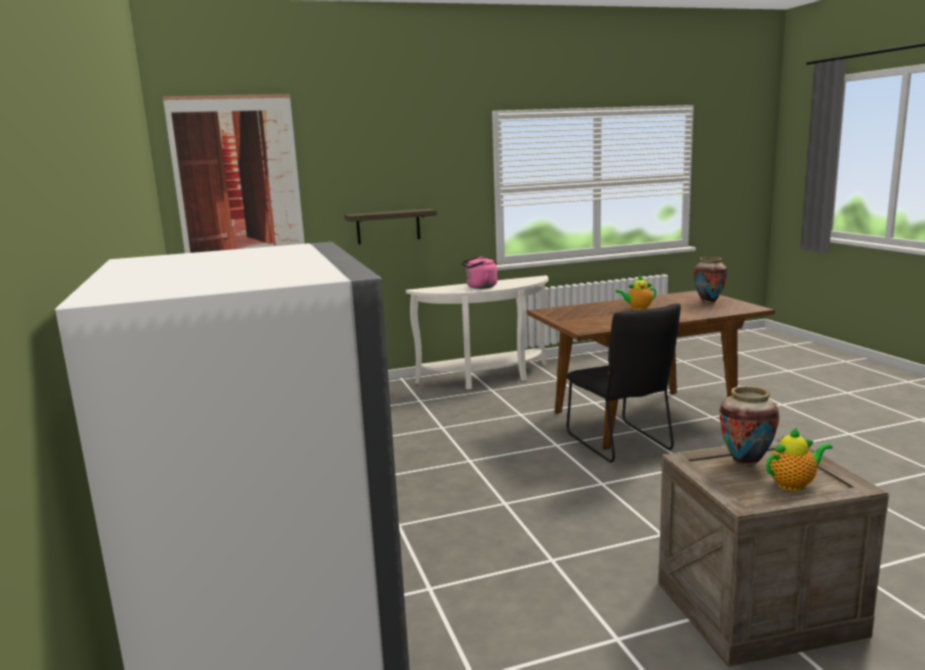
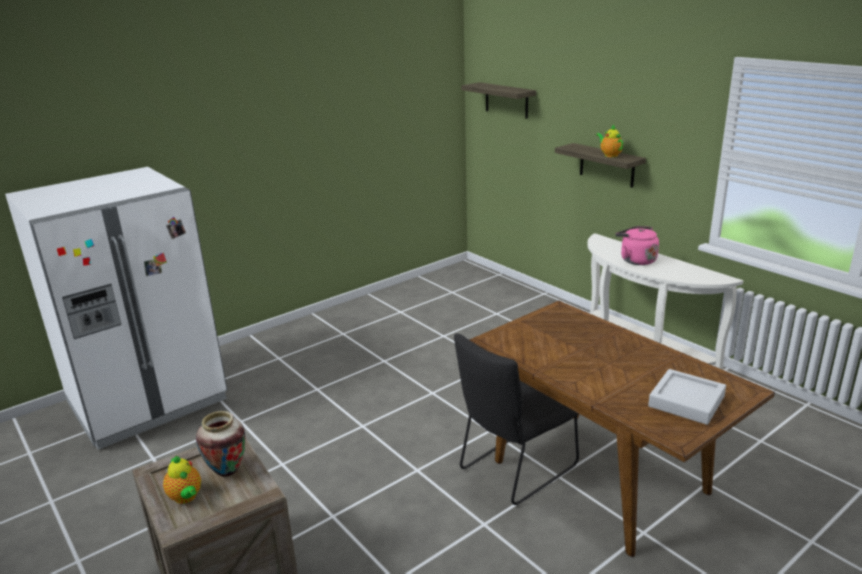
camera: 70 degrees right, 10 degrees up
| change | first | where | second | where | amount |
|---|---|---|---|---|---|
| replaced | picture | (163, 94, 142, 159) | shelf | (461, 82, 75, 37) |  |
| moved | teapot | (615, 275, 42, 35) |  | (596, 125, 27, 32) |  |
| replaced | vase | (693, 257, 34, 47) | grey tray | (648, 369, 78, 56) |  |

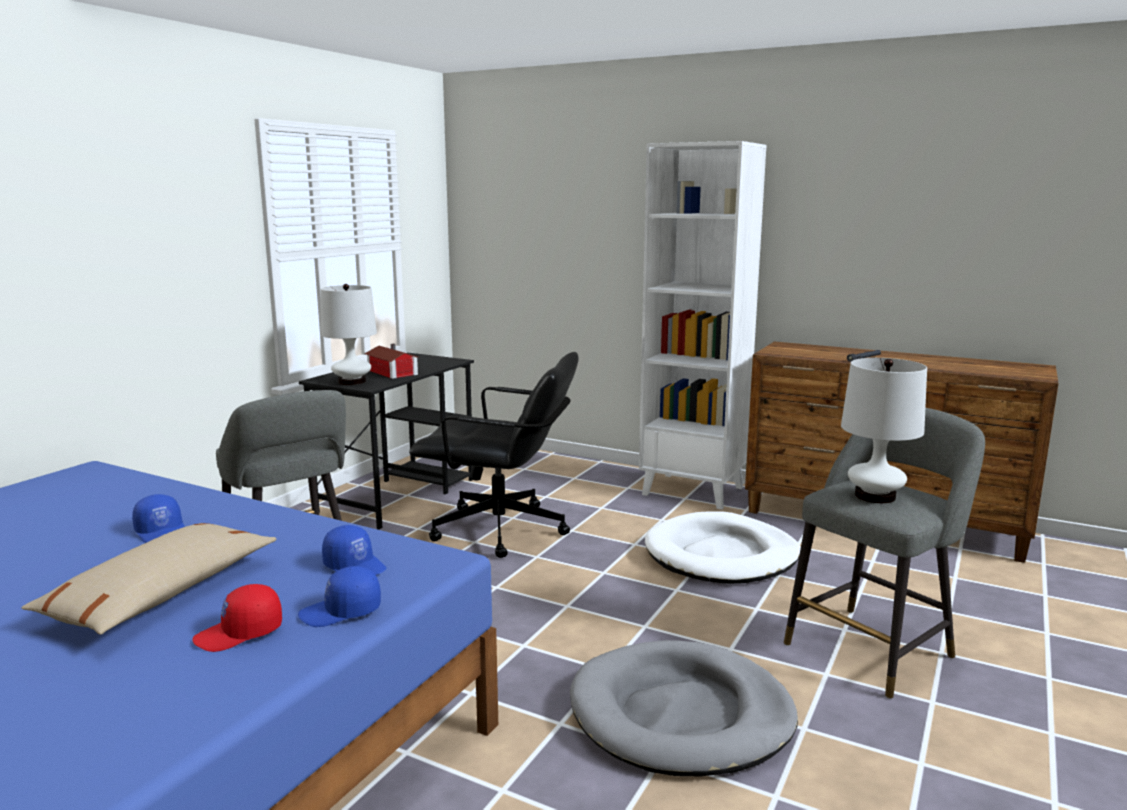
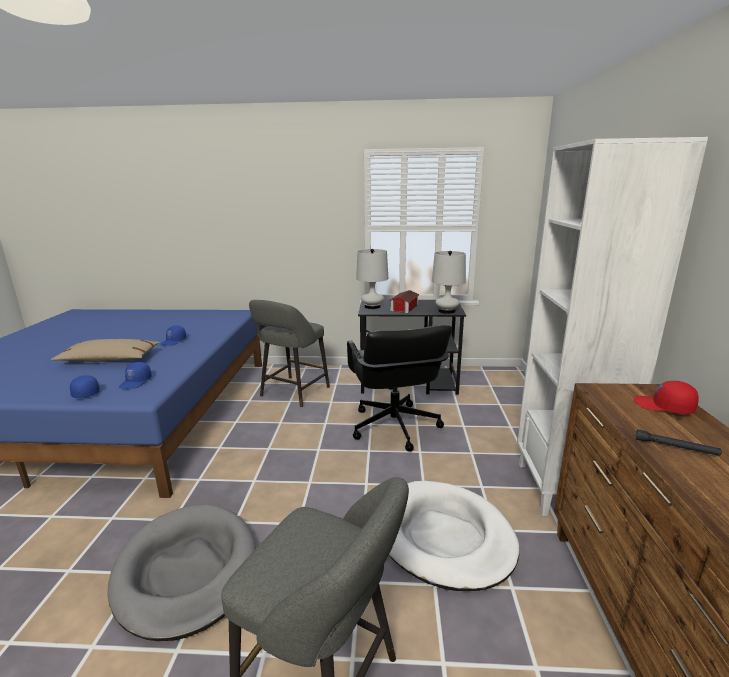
camera: 65 degrees right, 5 degrees up
| change | first | where | second | where | amount |
|---|---|---|---|---|---|
| moved | white table lamp | (841, 358, 86, 145) |  | (432, 251, 34, 63) |  |
| moved | red cap | (192, 584, 90, 68) |  | (634, 381, 65, 33) |  |

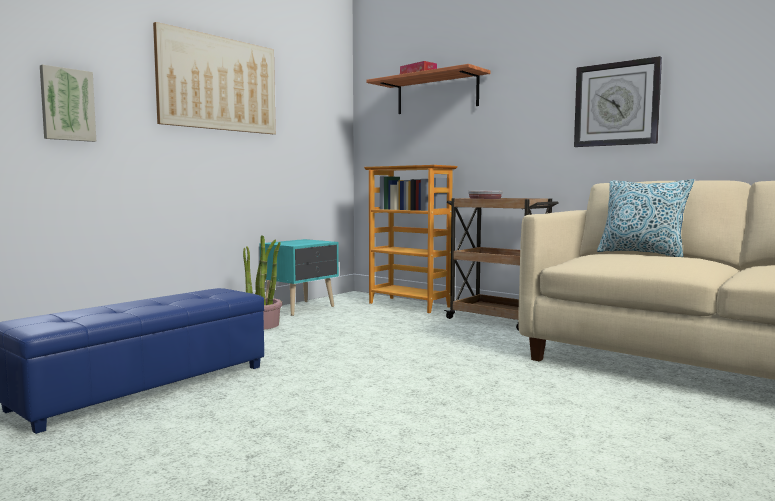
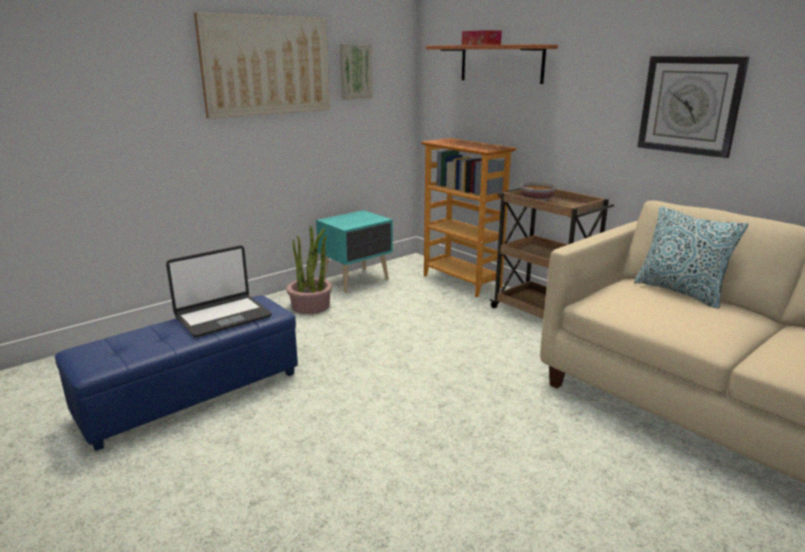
camera: 10 degrees right, 15 degrees up
| change | first | where | second | where | amount |
|---|---|---|---|---|---|
| added |  |  | laptop | (166, 246, 106, 91) |  |
| moved | picture | (40, 64, 56, 78) |  | (340, 44, 33, 56) |  |

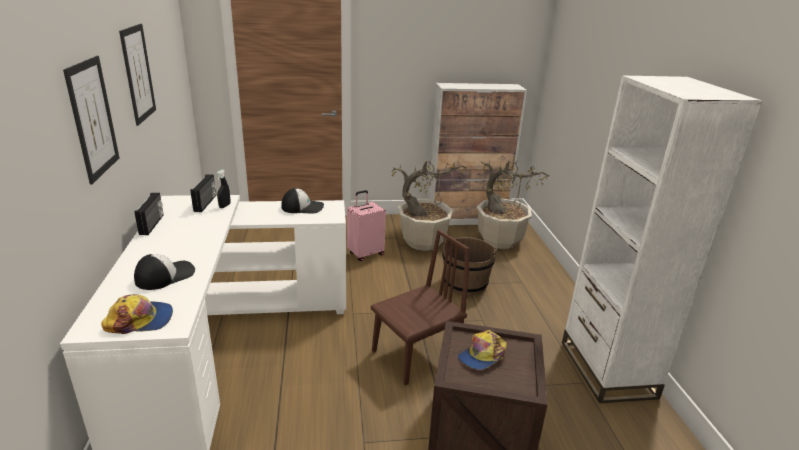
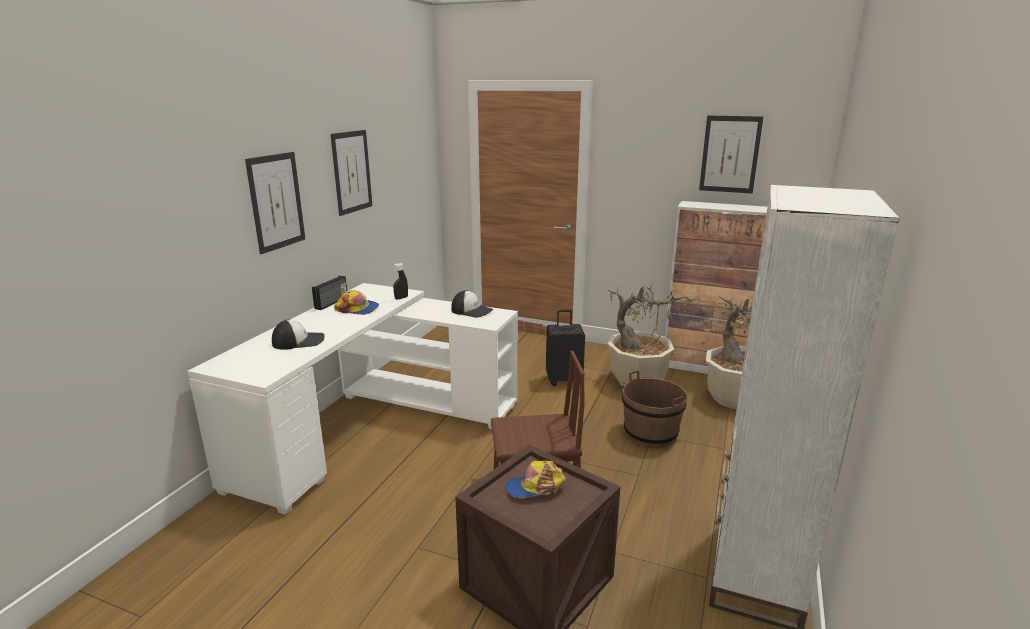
camera: 30 degrees right, 5 degrees down
| change | first | where | second | where | amount |
|---|---|---|---|---|---|
| moved | cap | (101, 294, 72, 40) |  | (334, 290, 45, 25) |  |
| recoloured | pink suitcase | (347, 190, 39, 71) | black suitcase | (546, 309, 39, 77) |  |
| added |  |  | picture | (699, 116, 64, 77) |  |
| removed | radio | (190, 174, 26, 38) |  |  |  |

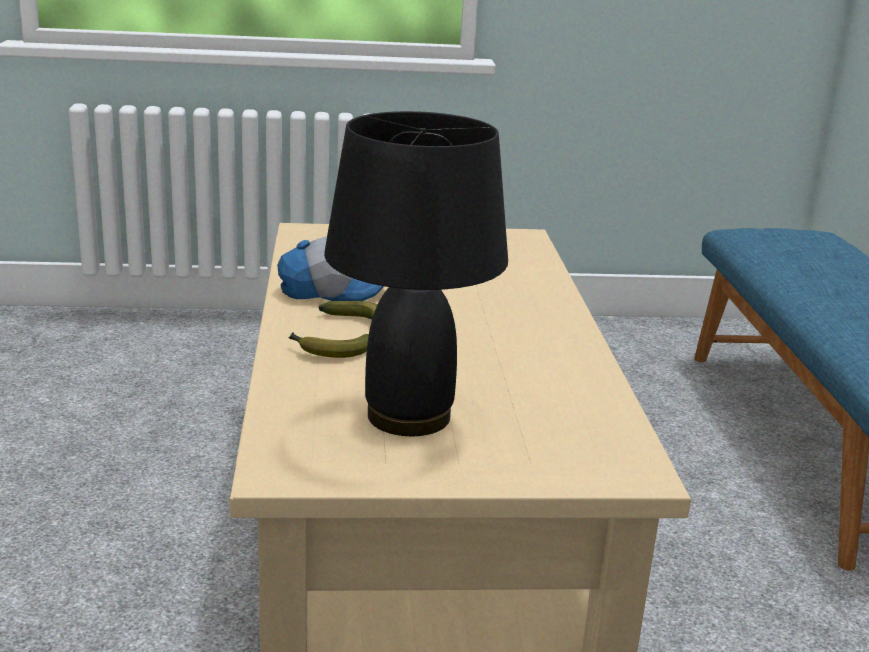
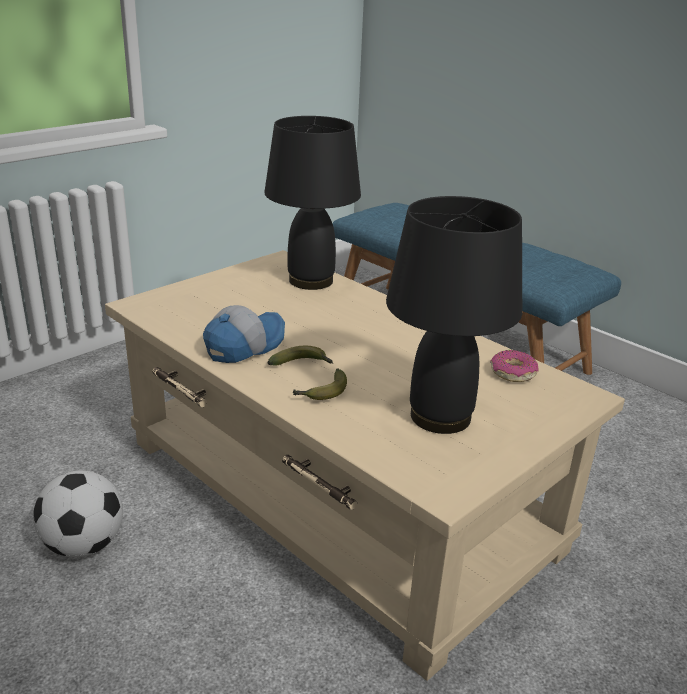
camera: 40 degrees left, 5 degrees up
| change | first | where | second | where | amount |
|---|---|---|---|---|---|
| added |  |  | football | (33, 470, 90, 87) |  |
| added |  |  | black table lamp | (264, 116, 97, 174) |  |
| added |  |  | donut | (490, 350, 49, 32) |  |

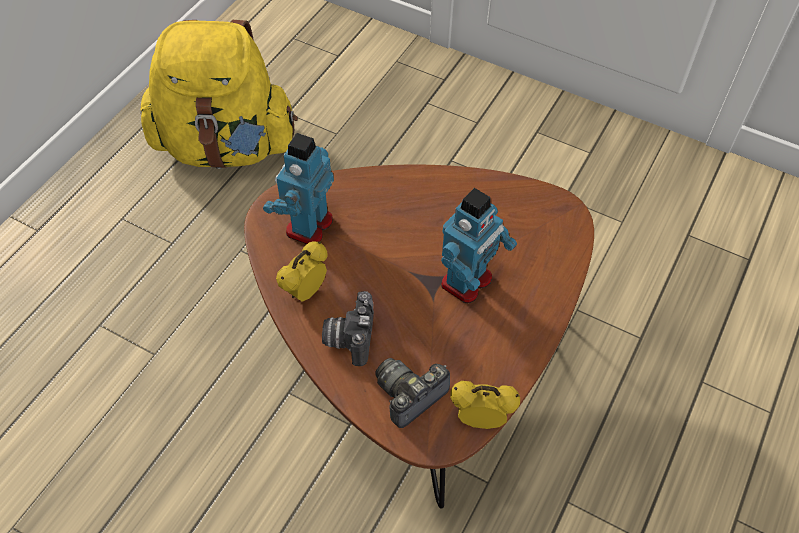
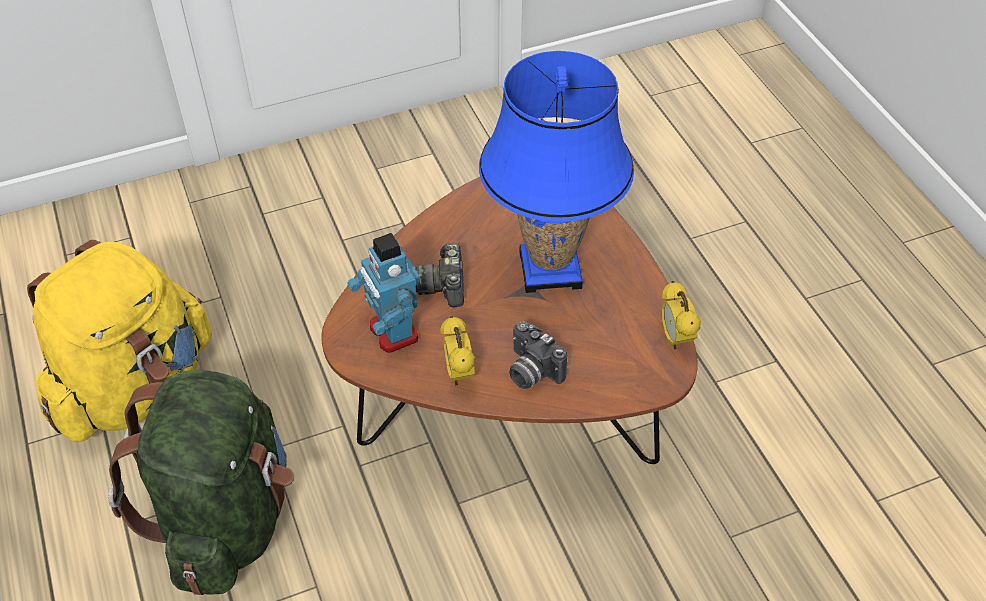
camera: 50 degrees left, 5 degrees down
| change | first | where | second | where | amount |
|---|---|---|---|---|---|
| added |  |  | green backpack | (108, 370, 186, 225) |  |
| moved | photo camera | (375, 358, 75, 70) |  | (415, 243, 49, 64) |  |
| replaced | toy robot | (441, 188, 76, 115) | blue table lamp | (479, 51, 155, 242) |  |
| turned | alarm clock | (450, 381, 70, 48) |  | (661, 281, 40, 69) | 60 degrees counterclockwise |

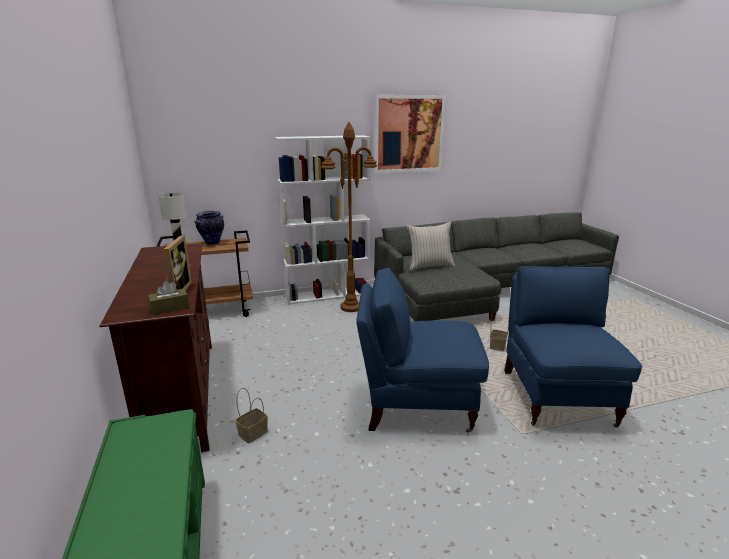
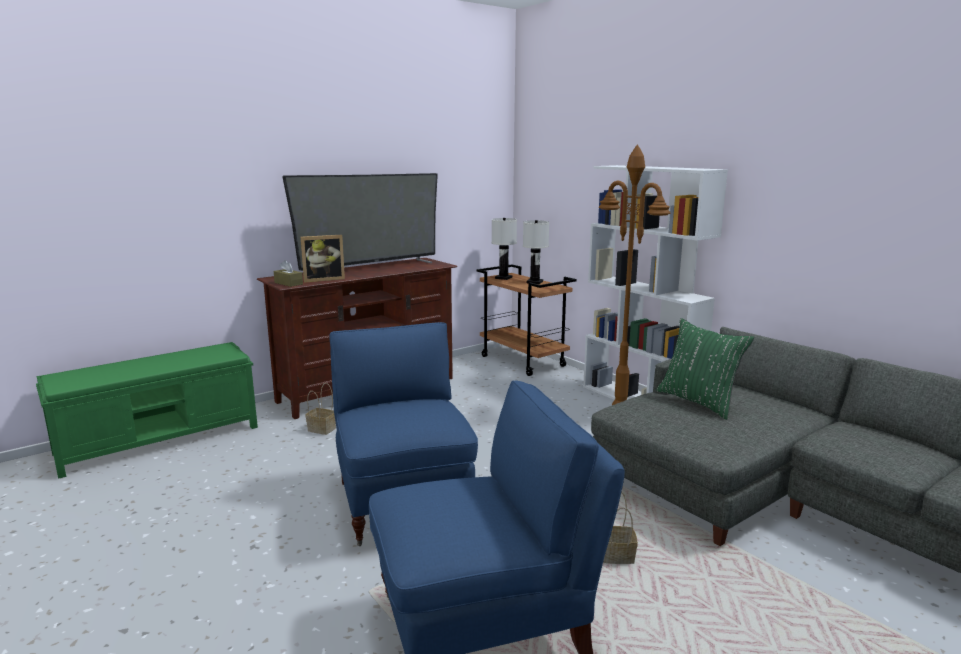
camera: 70 degrees right, 5 degrees down
| change | first | where | second | where | amount |
|---|---|---|---|---|---|
| added |  |  | television | (282, 173, 156, 98) |  |
| replaced | vase | (194, 211, 30, 34) | white table lamp | (523, 220, 26, 64) |  |
| recoloured | beige pillow | (407, 222, 48, 49) | green pillow | (656, 318, 98, 102) |  |
| removed | picture | (374, 95, 72, 78) |  |  |  |

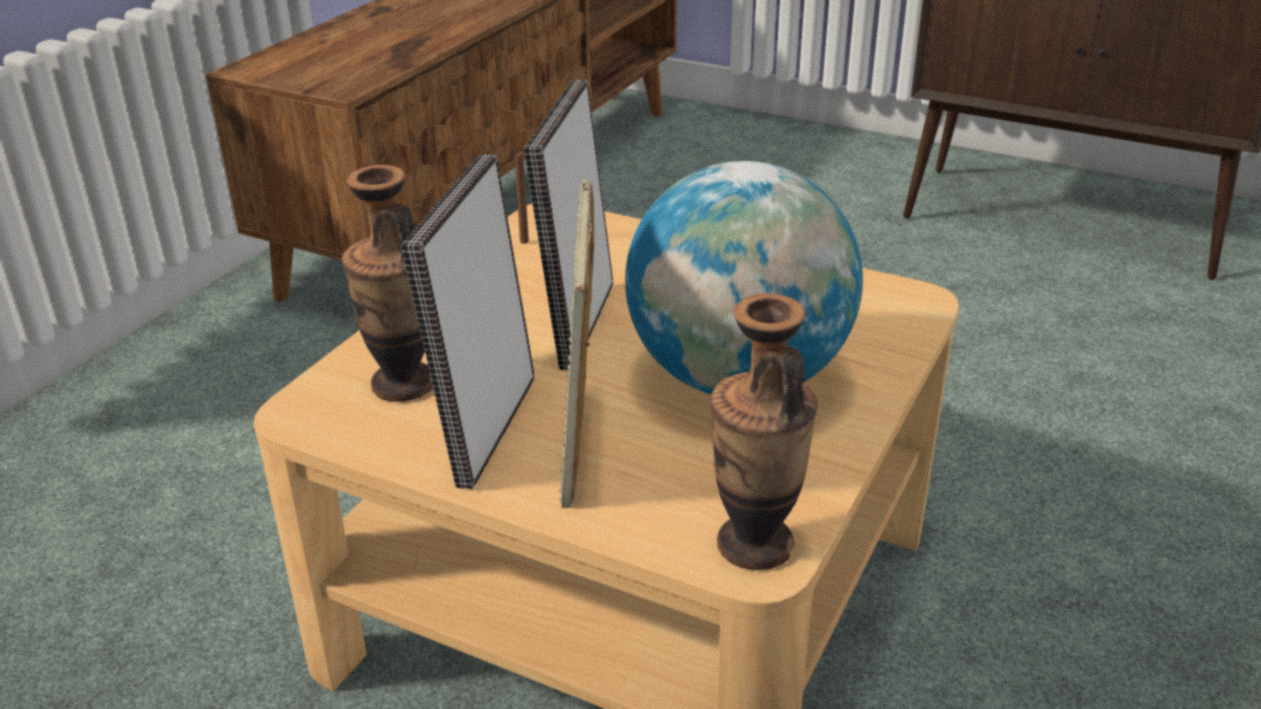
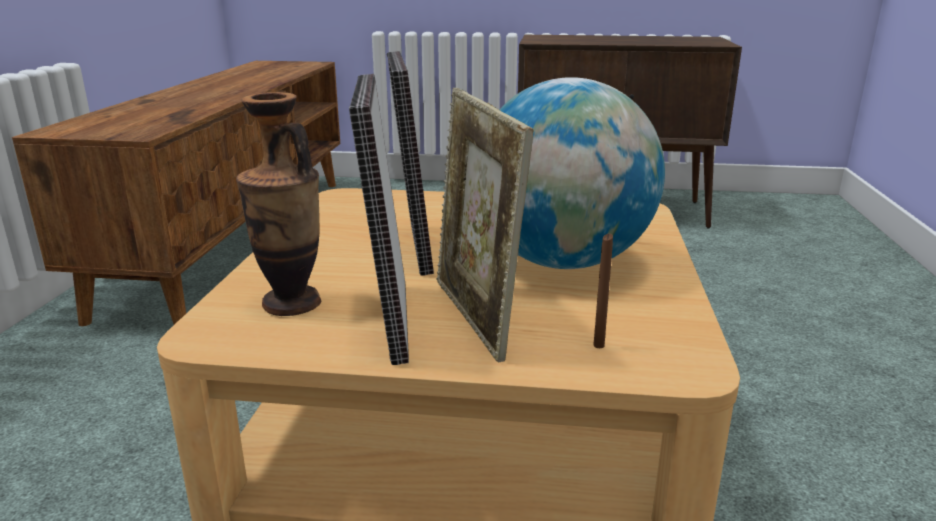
camera: 20 degrees left, 10 degrees down
| change | first | where | second | where | amount |
|---|---|---|---|---|---|
| moved | brown candle | (515, 151, 14, 93) |  | (593, 233, 20, 115) |  |
| removed | vase | (710, 293, 107, 277) |  |  |  |

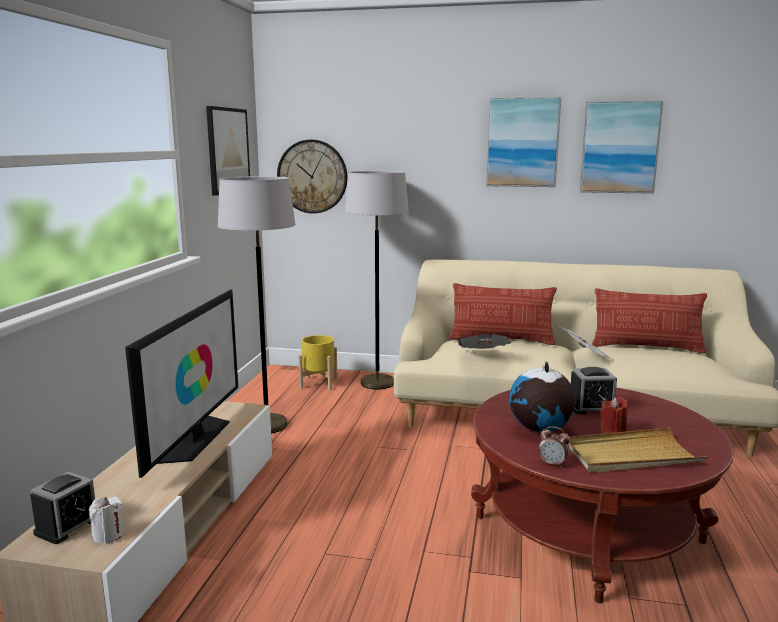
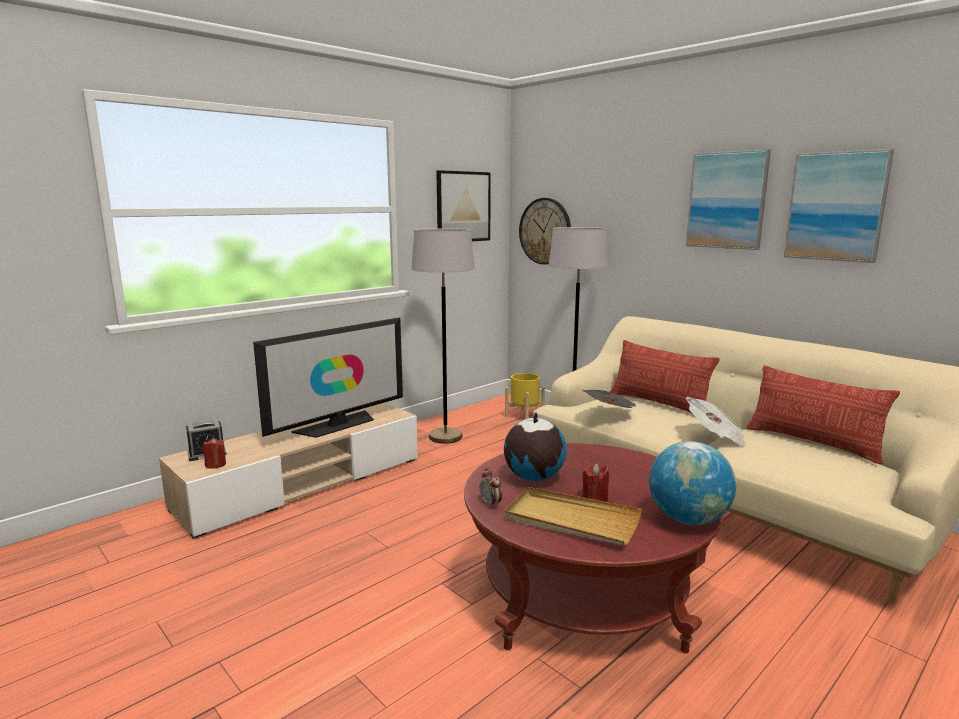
camera: 35 degrees right, 0 degrees up
| change | first | where | second | where | amount |
|---|---|---|---|---|---|
| recoloured | white candle | (89, 497, 35, 47) | red candle | (203, 438, 23, 31) |  |
| added |  |  | globe | (649, 441, 87, 84) |  |
| removed | alarm clock | (571, 367, 46, 47) |  |  |  |

